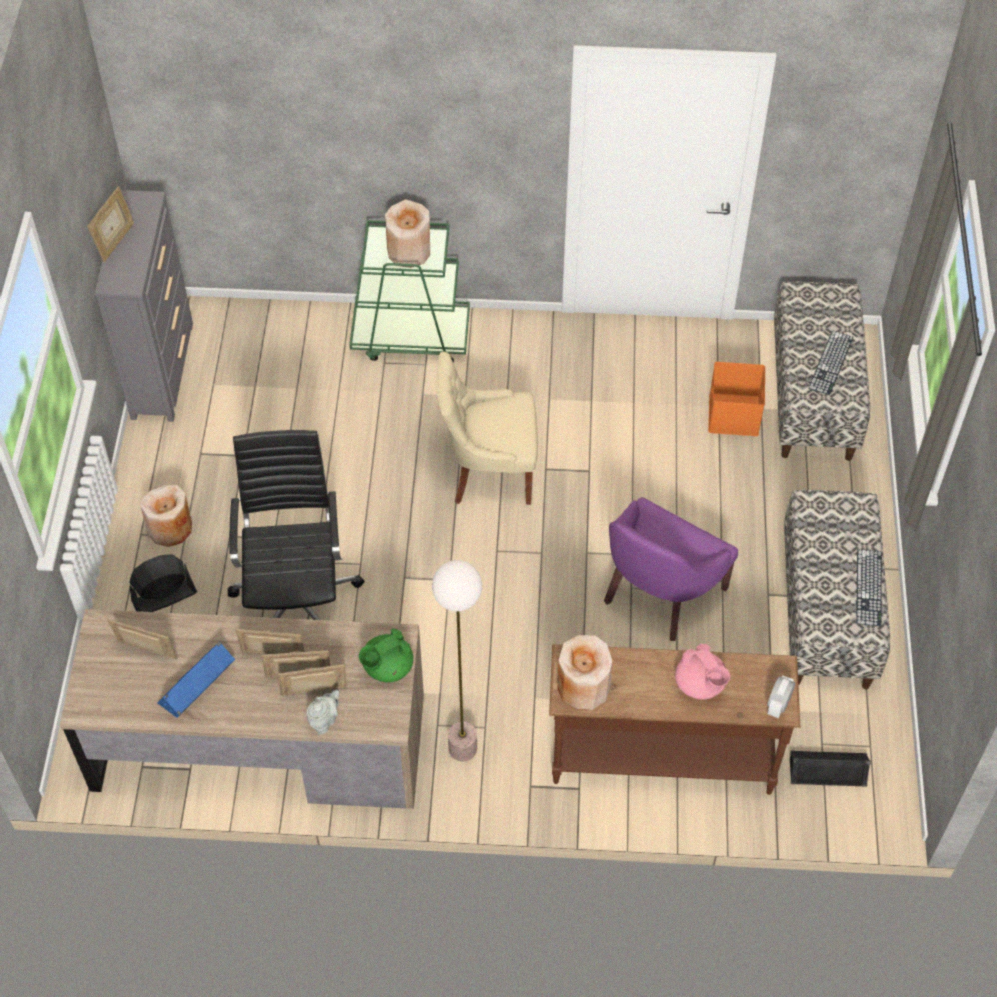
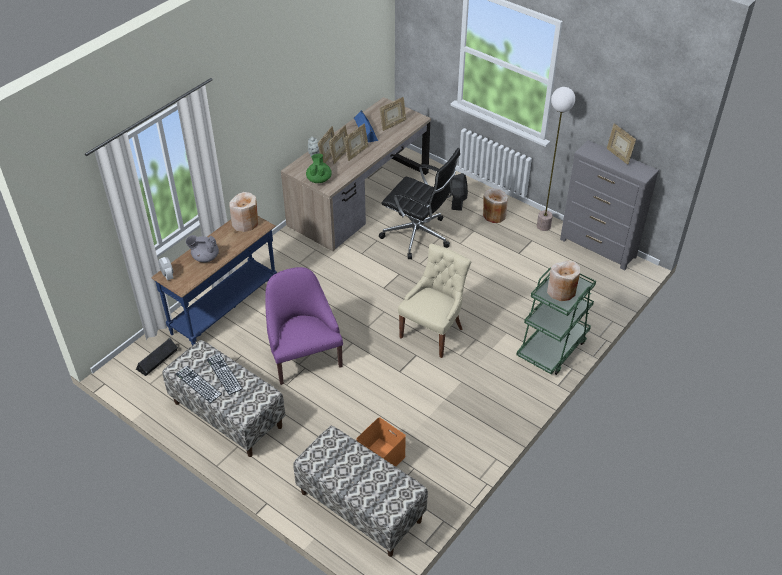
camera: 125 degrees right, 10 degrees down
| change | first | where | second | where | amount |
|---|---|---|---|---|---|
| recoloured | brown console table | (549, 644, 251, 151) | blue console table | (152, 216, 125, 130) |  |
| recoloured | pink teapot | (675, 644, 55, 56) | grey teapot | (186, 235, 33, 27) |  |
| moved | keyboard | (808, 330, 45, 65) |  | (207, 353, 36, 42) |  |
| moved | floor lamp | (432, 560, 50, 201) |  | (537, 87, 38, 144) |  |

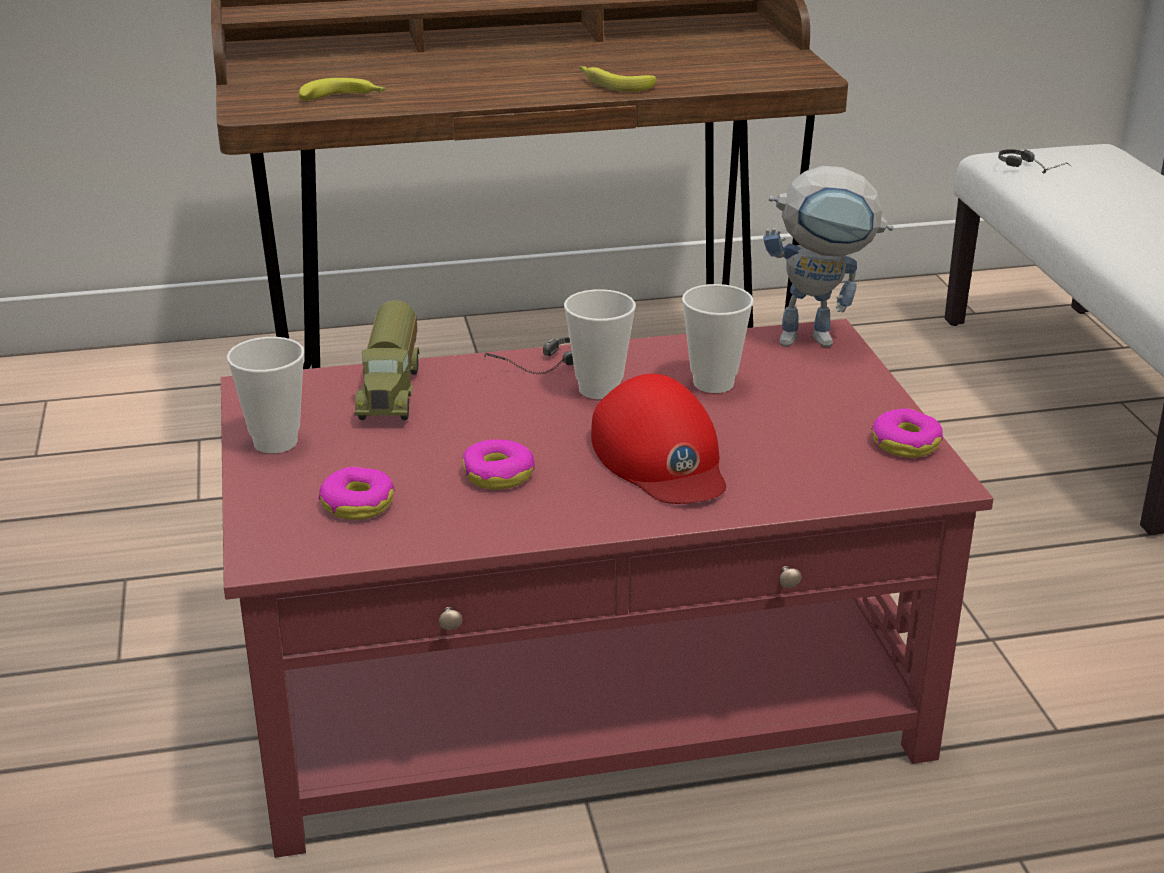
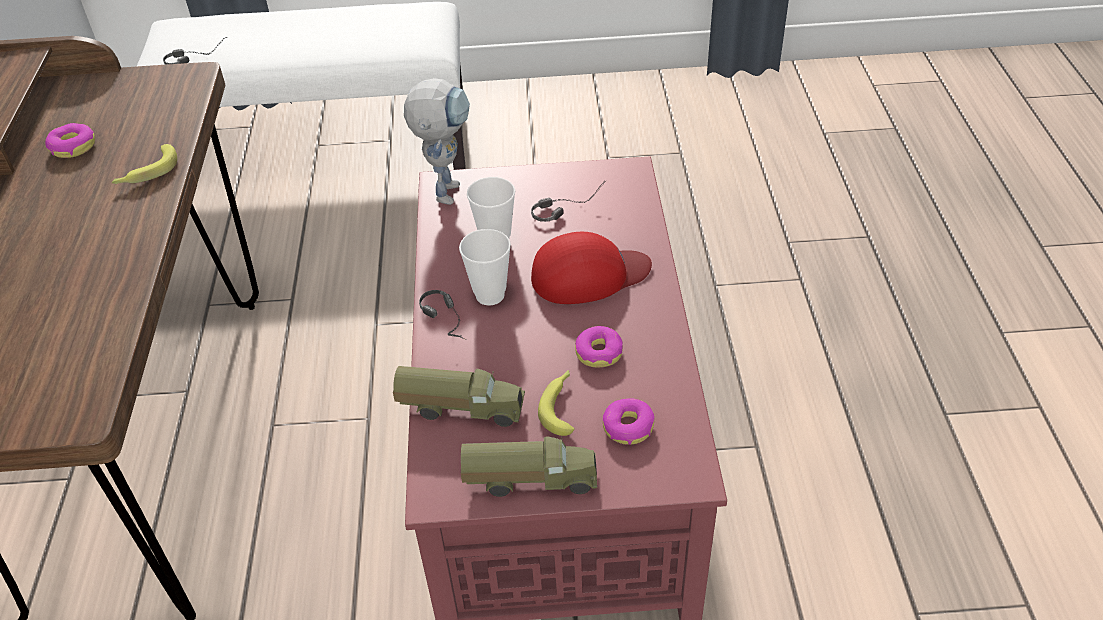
camera: 80 degrees left, 15 degrees up
| change | first | where | second | where | amount |
|---|---|---|---|---|---|
| moved | donut | (872, 409, 71, 49) |  | (45, 123, 50, 35) |  |
| replaced | cup | (227, 337, 78, 116) | toy truck | (461, 436, 136, 61) |  |
| added |  |  | headphones | (531, 181, 75, 41) |  |
| moved | banana | (299, 78, 87, 23) |  | (538, 370, 37, 66) |  |

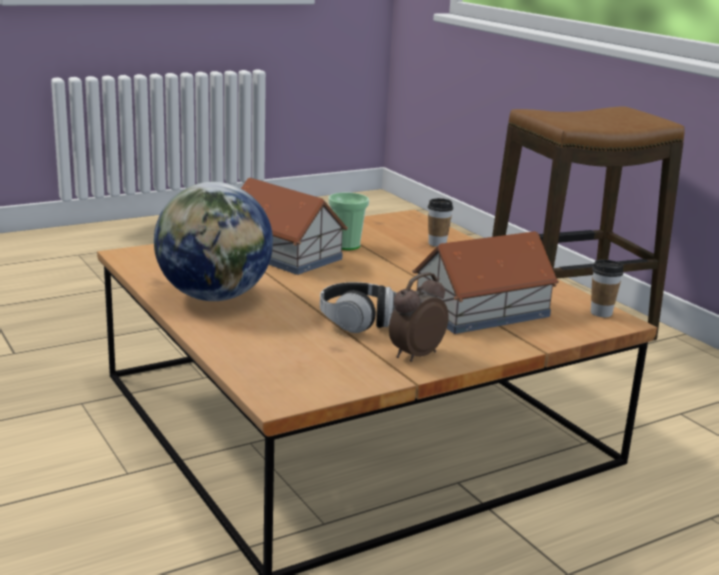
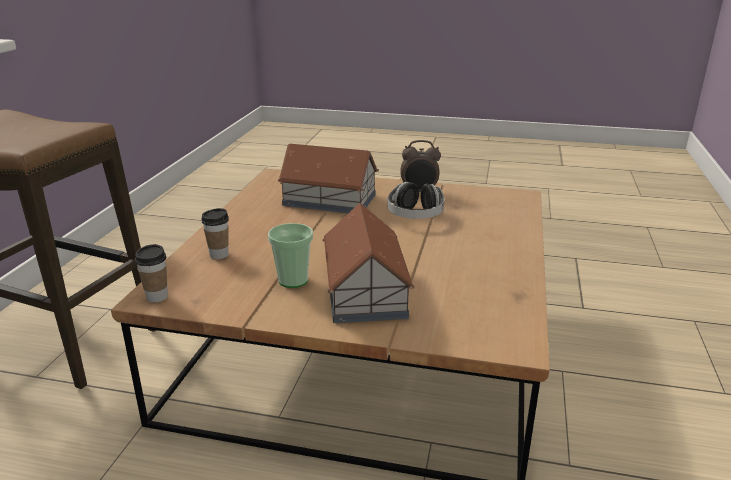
camera: 135 degrees left, 5 degrees up
| change | first | where | second | where | amount |
|---|---|---|---|---|---|
| moved | cup | (591, 259, 33, 58) |  | (135, 244, 33, 59) |  |
| removed | globe | (154, 182, 119, 119) |  |  |  |

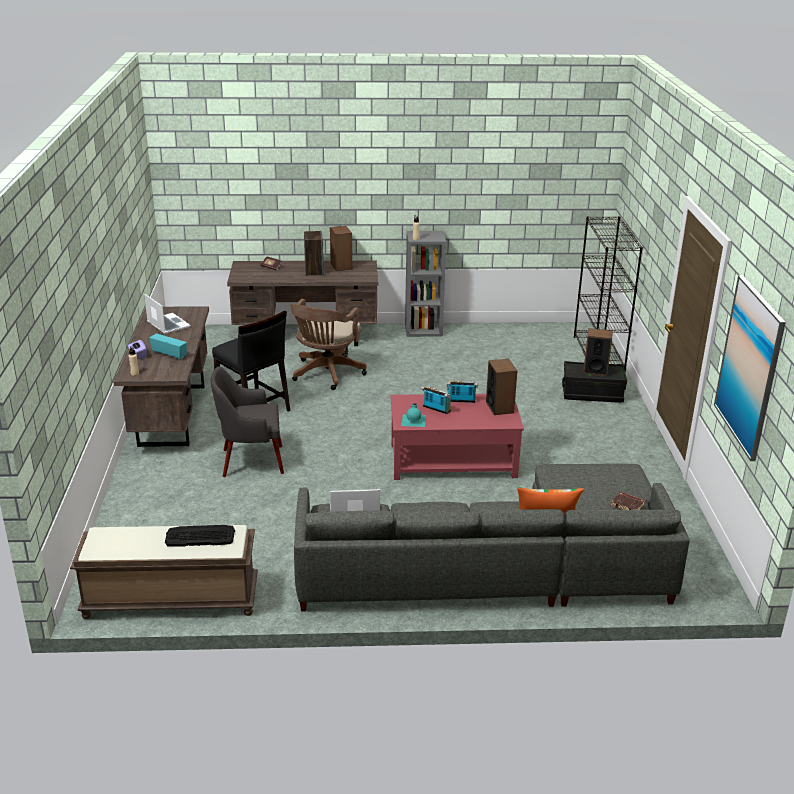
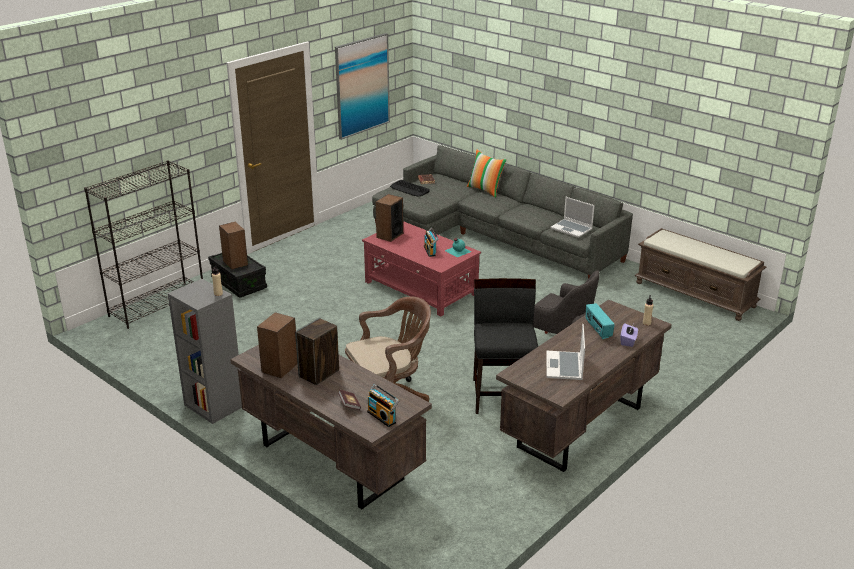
camera: 135 degrees left, 0 degrees up
| change | first | where | second | where | amount |
|---|---|---|---|---|---|
| moved | radio | (447, 381, 31, 22) |  | (367, 384, 32, 43) |  |
| moved | keyboard | (165, 525, 70, 22) |  | (390, 180, 40, 17) |  |

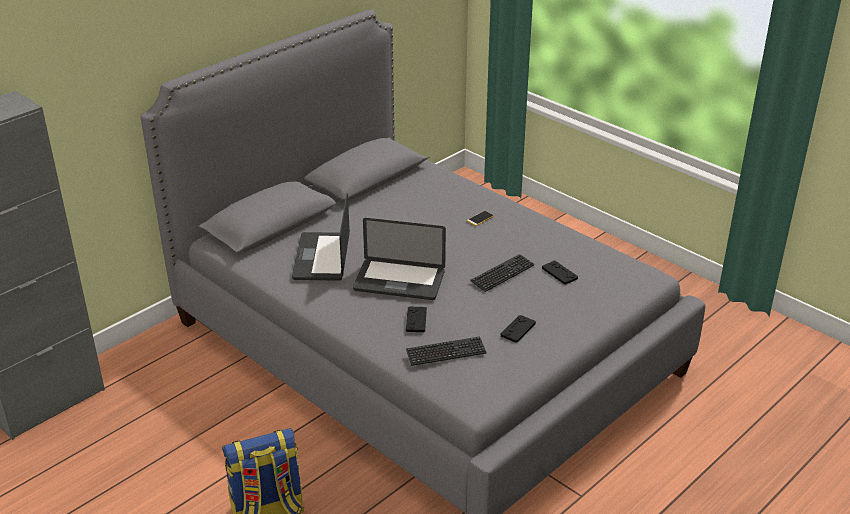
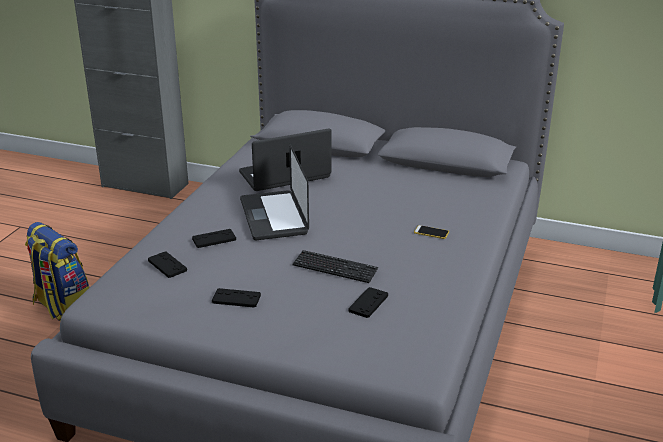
camera: 65 degrees right, 5 degrees down
| change | first | where | second | where | amount |
|---|---|---|---|---|---|
| replaced | keyboard | (406, 337, 81, 29) | black game controller | (148, 252, 39, 26) |  |

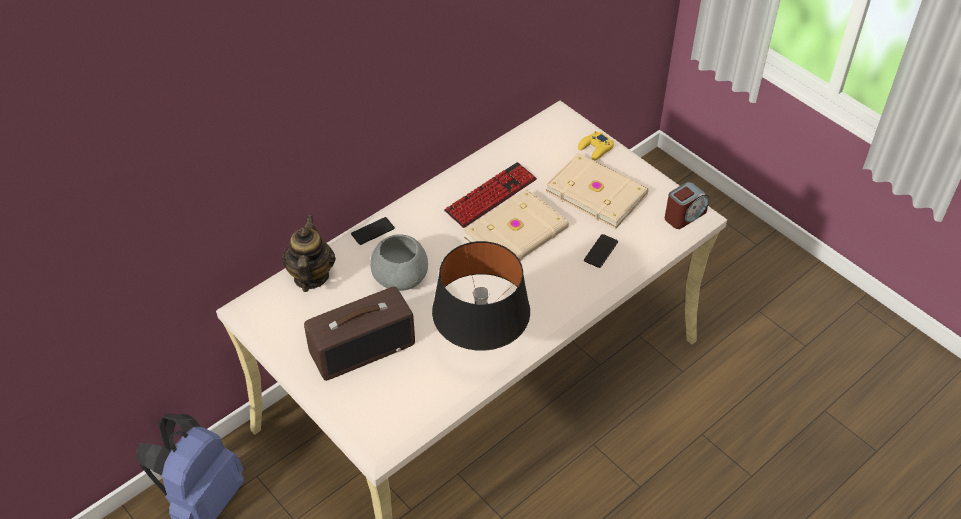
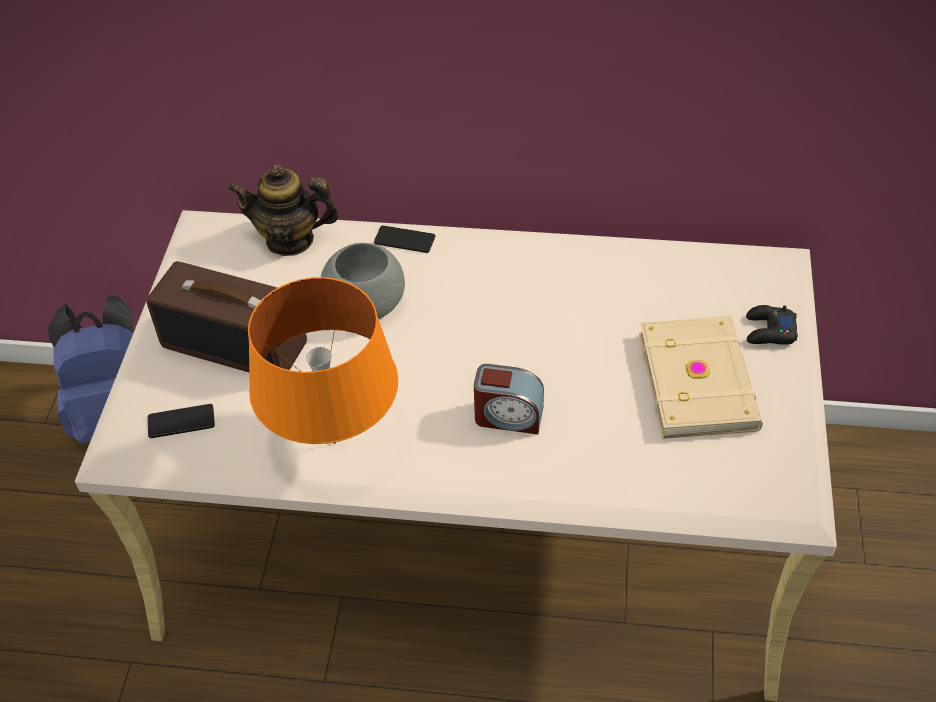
camera: 50 degrees right, 0 degrees up
| change | first | where | second | where | amount |
|---|---|---|---|---|---|
| moved | phone | (584, 234, 34, 34) |  | (148, 404, 67, 34) |  |
| turned | teapot | (282, 215, 54, 77) |  | (228, 164, 112, 92) | 135 degrees counterclockwise |
| recoloured | black table lamp | (432, 241, 98, 110) | orange table lamp | (248, 277, 150, 167) |  |
| moved | alarm clock | (665, 182, 44, 47) |  | (474, 364, 70, 70) |  |
| recoloured | yellow game controller | (578, 131, 36, 29) | black game controller | (746, 305, 52, 40) |  |
| removed | keyboard | (444, 162, 93, 66) |  |  |  |
| removed | beige book | (464, 189, 105, 72) |  |  |  |

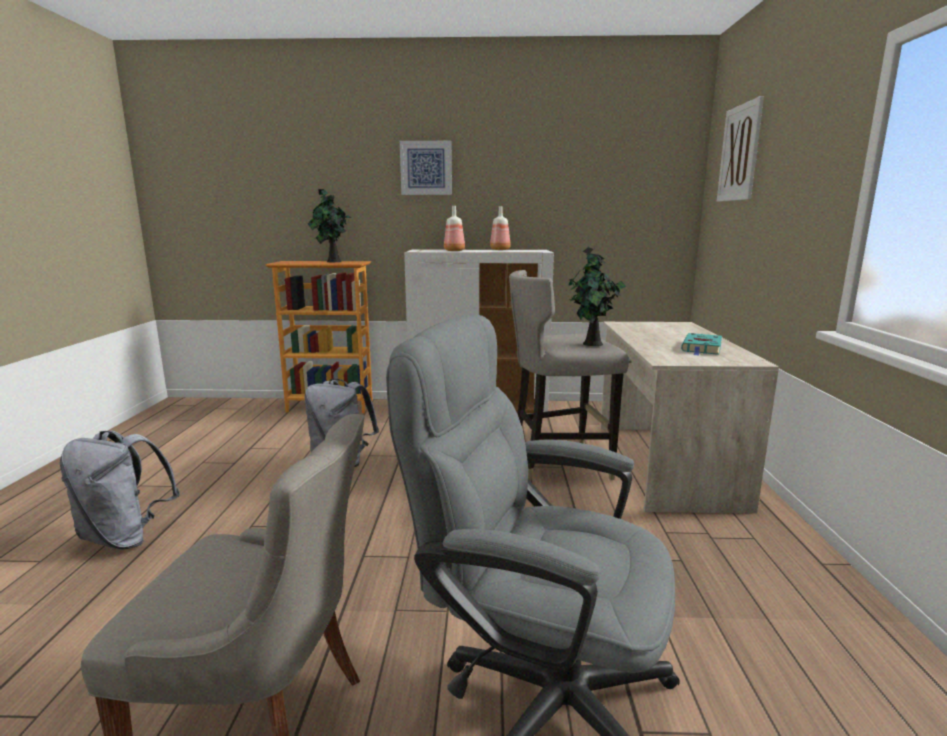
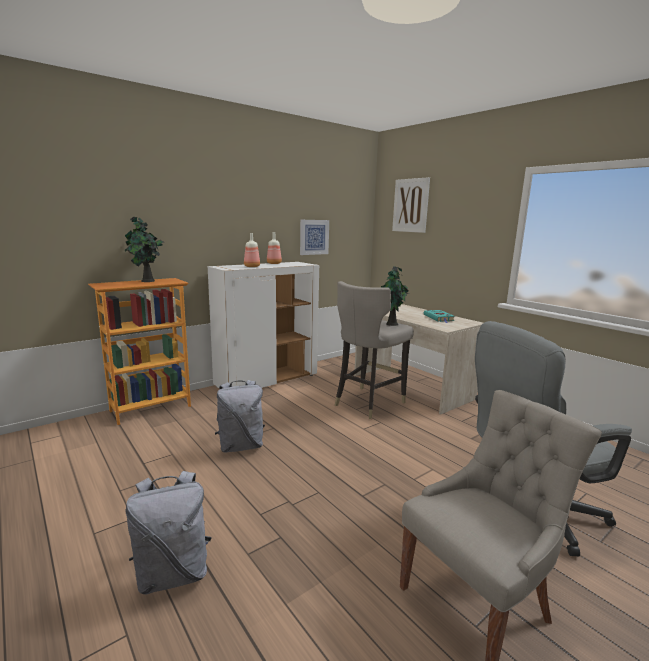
camera: 40 degrees left, 0 degrees up
| change | first | where | second | where | amount |
|---|---|---|---|---|---|
| moved | picture | (400, 141, 52, 54) |  | (300, 220, 29, 35) |  |

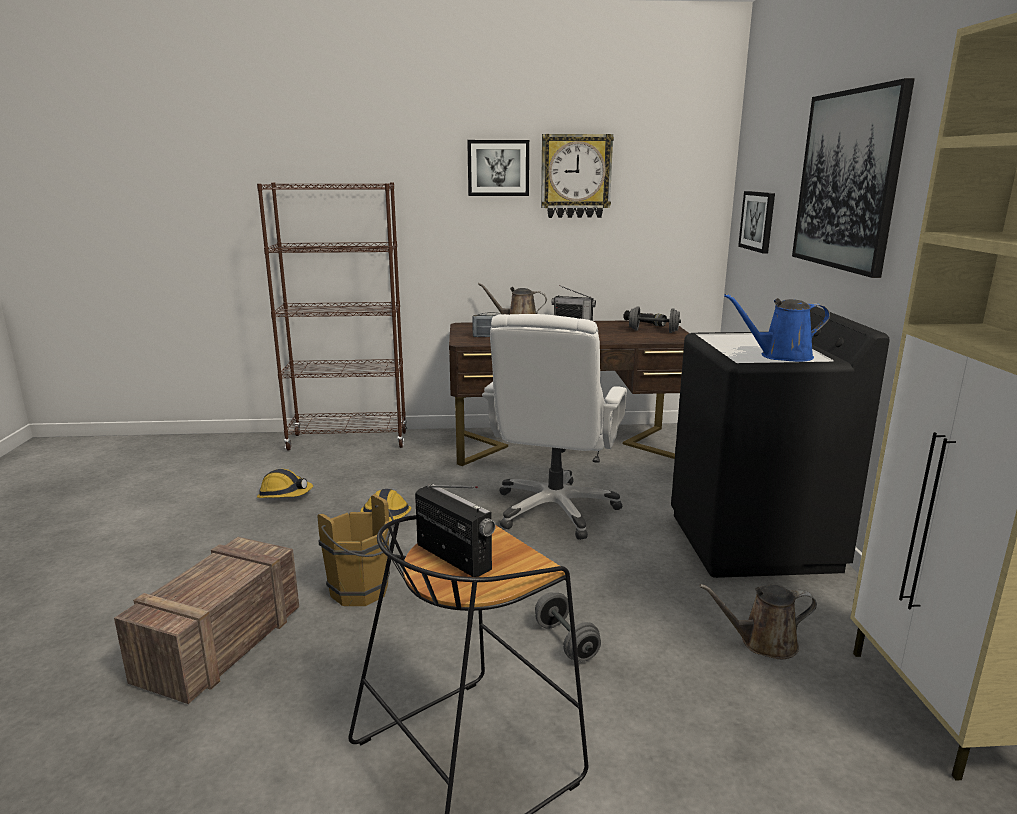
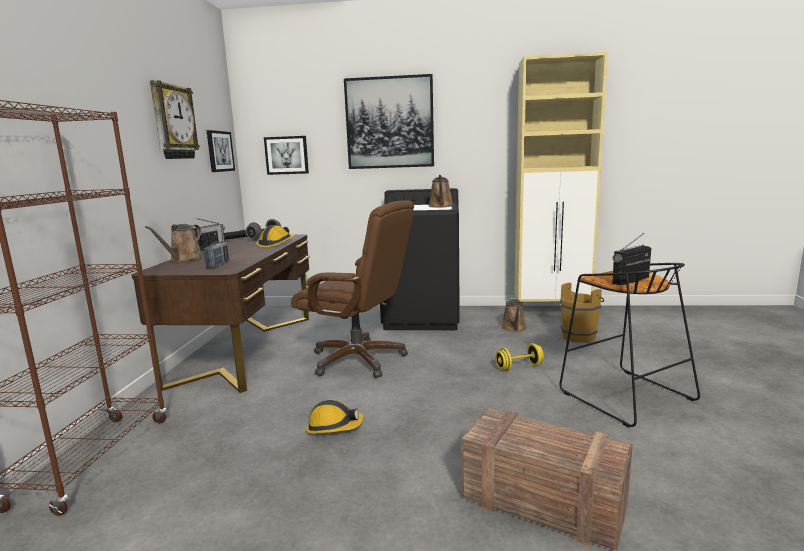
camera: 80 degrees left, 5 degrees down
| change | first | where | second | where | amount |
|---|---|---|---|---|---|
| moved | picture | (467, 140, 62, 56) |  | (206, 130, 29, 42) |  |
| moved | hard hat | (257, 469, 56, 29) |  | (257, 225, 37, 22) |  |
| recoloured | white office chair | (482, 314, 145, 226) | brown office chair | (291, 200, 123, 178) |  |
| recoloured | blue watering can | (724, 294, 106, 68) | brown watering can | (429, 175, 25, 33) |  |
| recoloured | grey dumbbell | (535, 592, 66, 70) | yellow dumbbell | (495, 343, 49, 28) |  |
| moved | brown bucket | (317, 494, 78, 112) |  | (560, 282, 44, 61) |  |

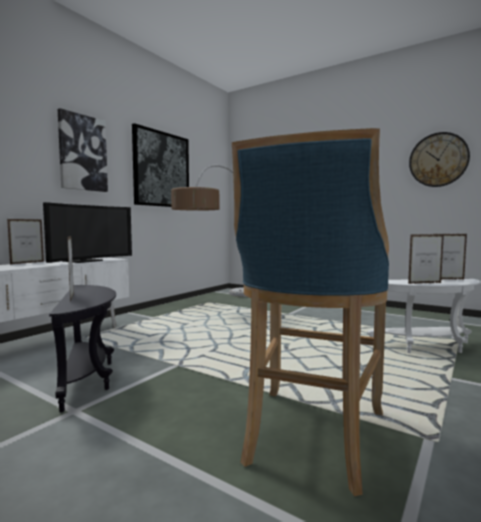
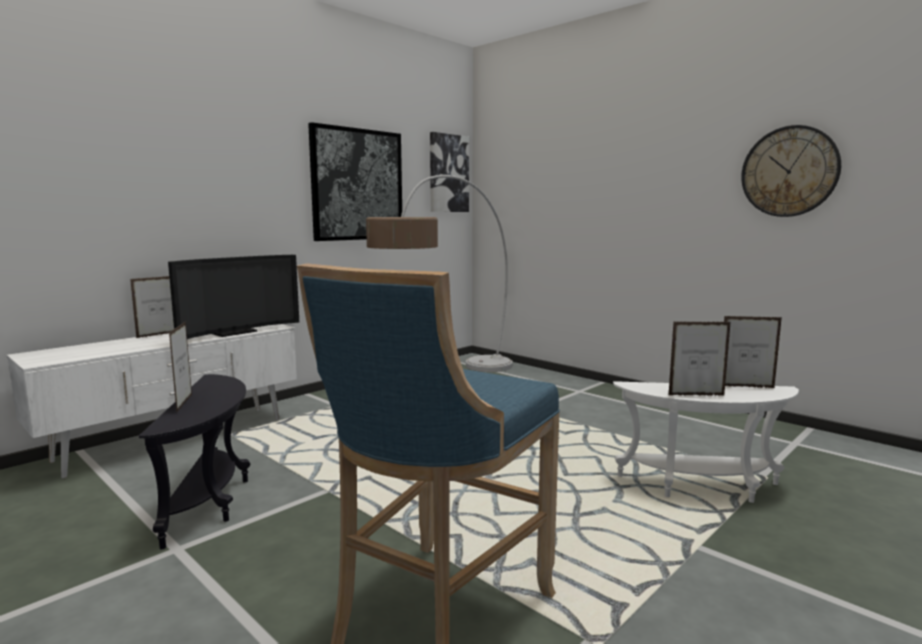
camera: 10 degrees right, 5 degrees up
| change | first | where | second | where | amount |
|---|---|---|---|---|---|
| moved | picture | (58, 108, 50, 84) |  | (430, 132, 39, 80) |  |

